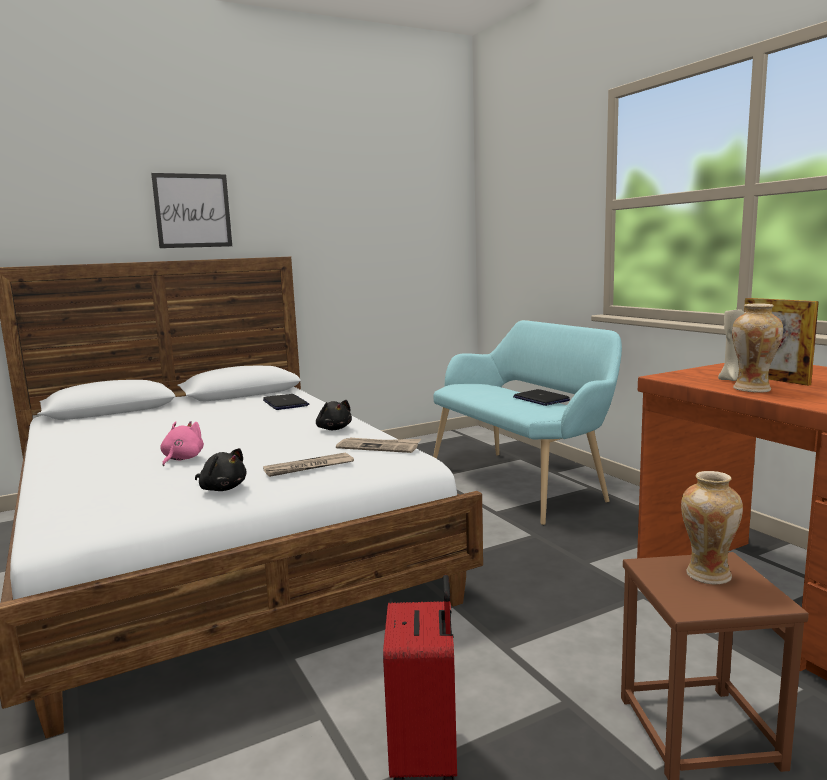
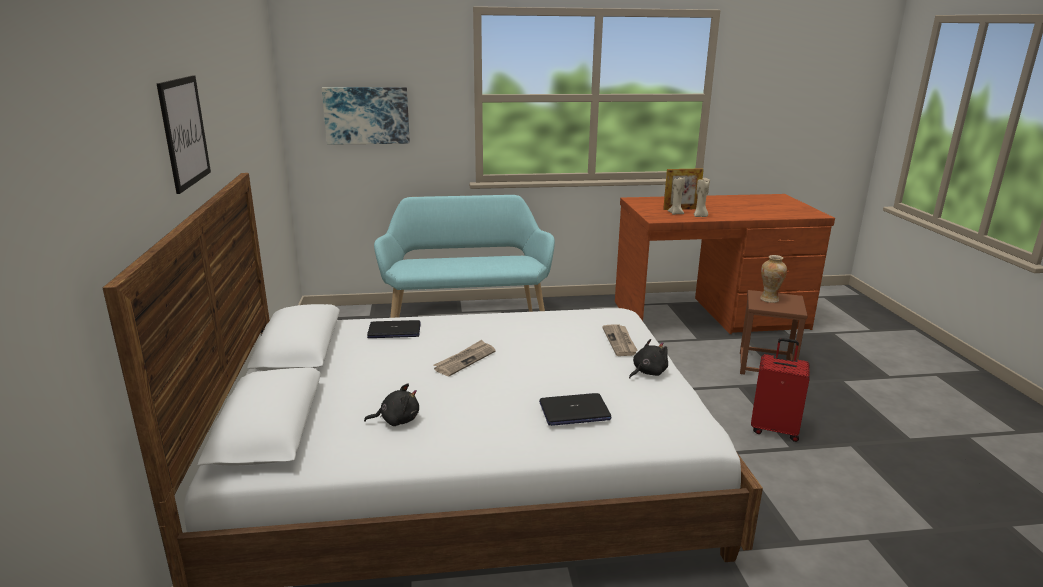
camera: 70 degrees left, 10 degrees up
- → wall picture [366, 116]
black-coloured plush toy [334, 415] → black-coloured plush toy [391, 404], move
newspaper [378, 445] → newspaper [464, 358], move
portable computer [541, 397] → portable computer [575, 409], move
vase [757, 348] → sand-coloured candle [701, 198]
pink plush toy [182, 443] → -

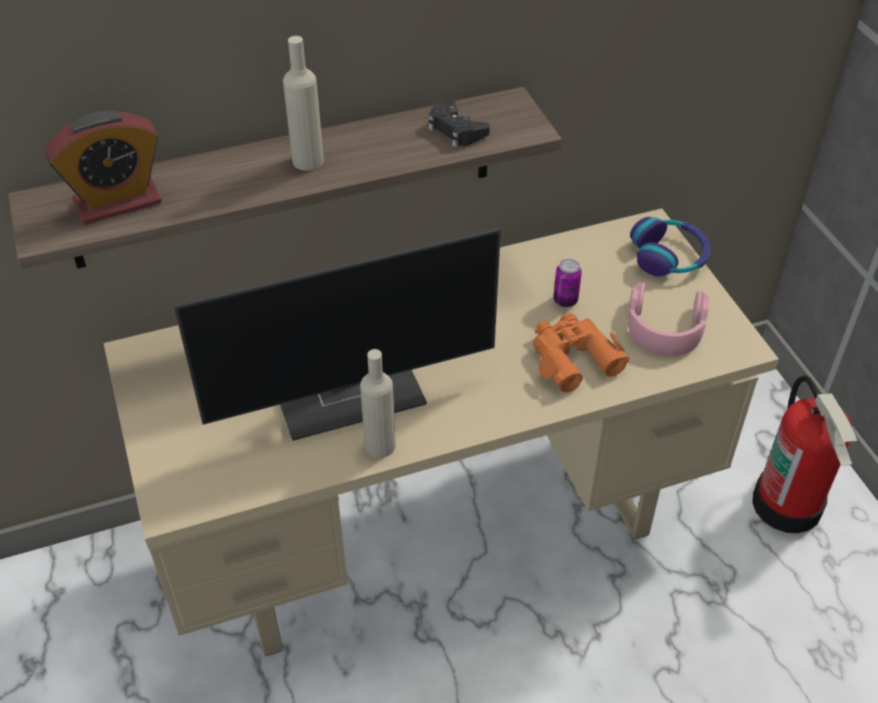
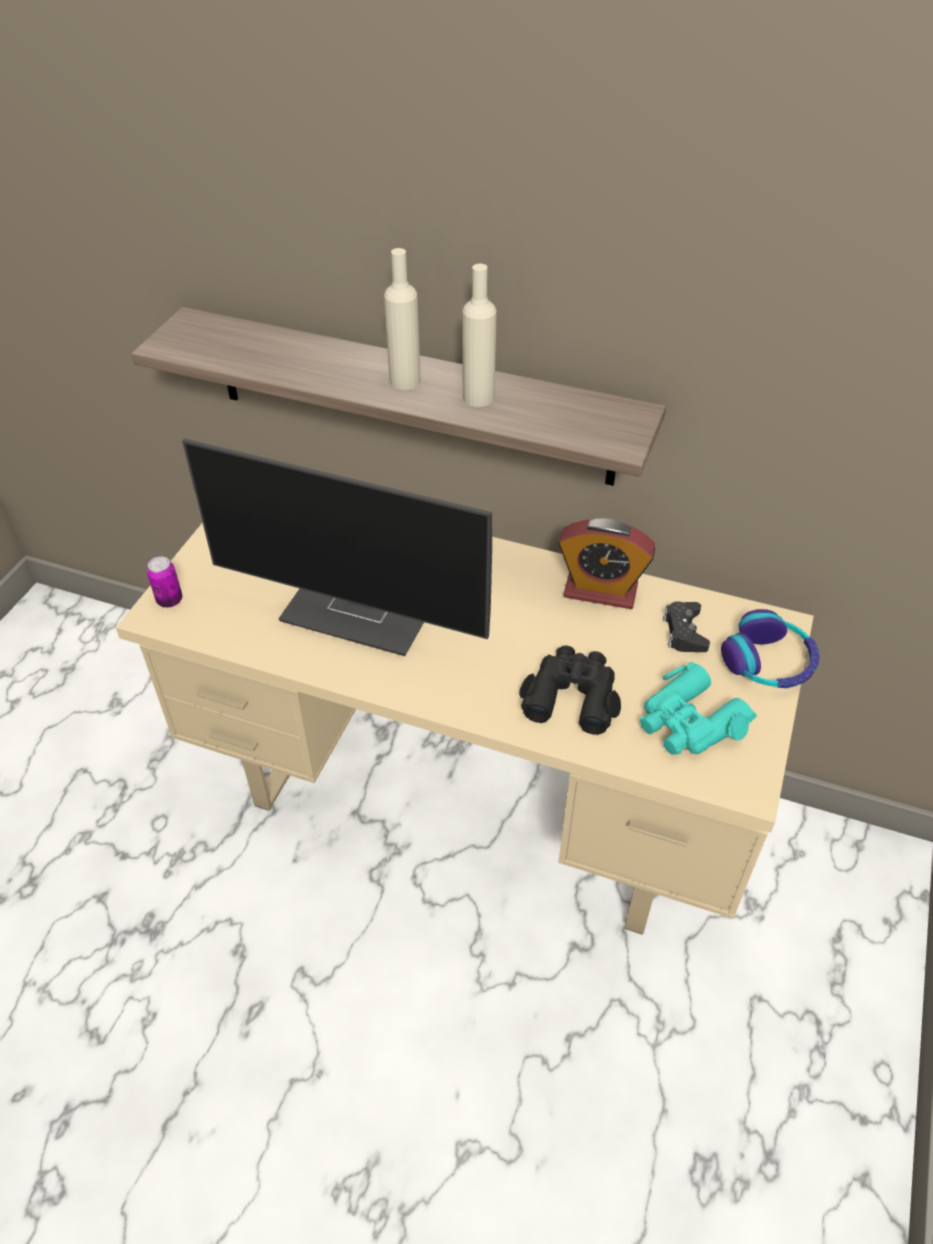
camera: 40 degrees right, 0 degrees up
metal can [567, 283] → metal can [164, 582], move
sand-coloured beverage bottle [378, 403] → sand-coloured beverage bottle [479, 335], move
orangey field glasses [581, 353] → black-coloured field glasses [570, 690]
table clock [103, 168] → table clock [606, 564], move
pink headset [669, 319] → turquoise-coloured field glasses [698, 708]
black-coloured gamepad [459, 123] → black-coloured gamepad [686, 626], move
fire-fighting cylinder [805, 454] → -

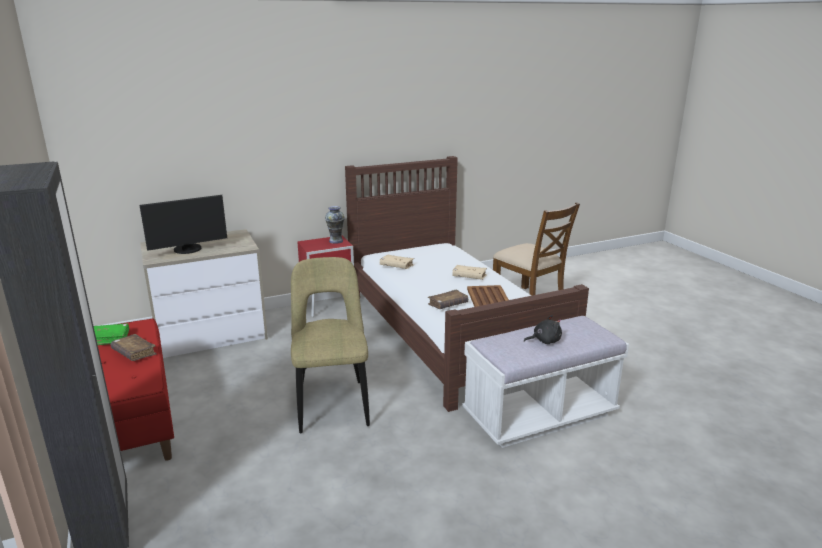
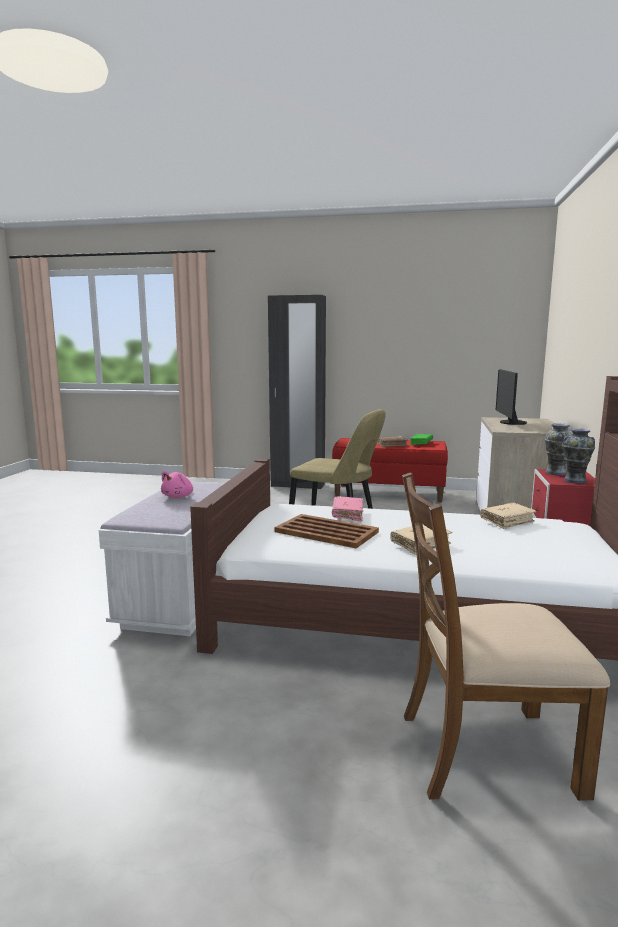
camera: 125 degrees right, 10 degrees down
black-coloured plush toy [543, 329] → pink plush toy [177, 484]
brownish bound book [448, 299] → pink bound book [347, 509]
- → vase [558, 449]

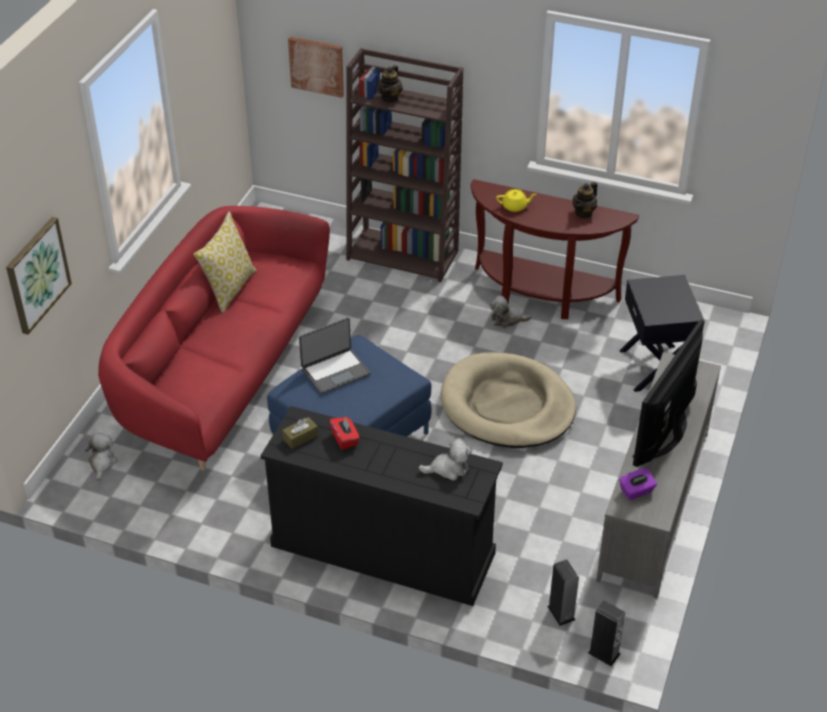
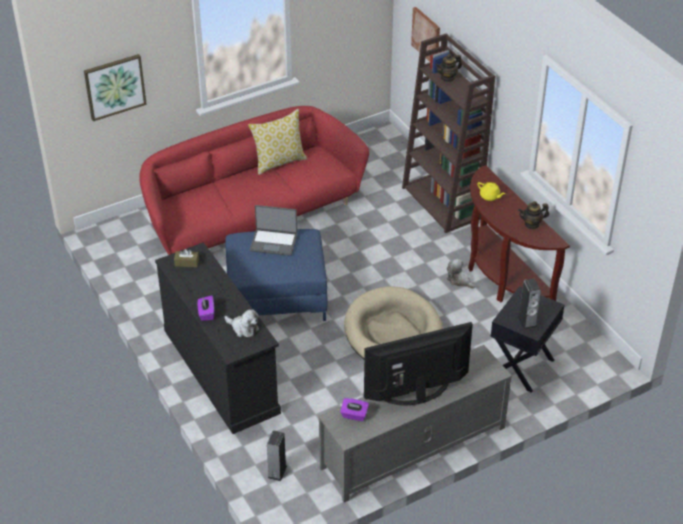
camera: 40 degrees right, 0 degrees up
- → purple-coloured tissue box [206, 308]
audio speaker [606, 633] → audio speaker [529, 304], move
plush toy [101, 457] → -
red-coloured tissue box [344, 433] → -

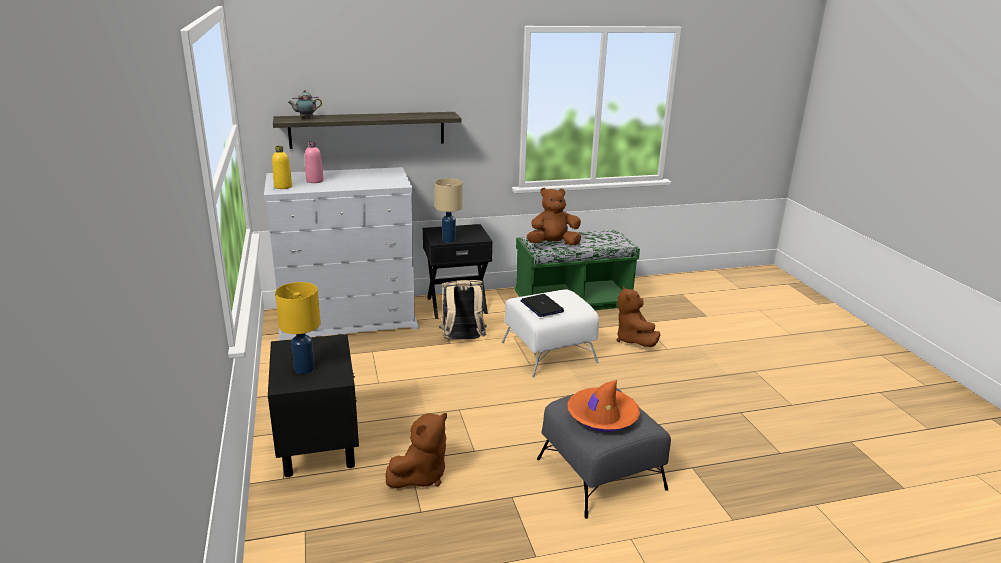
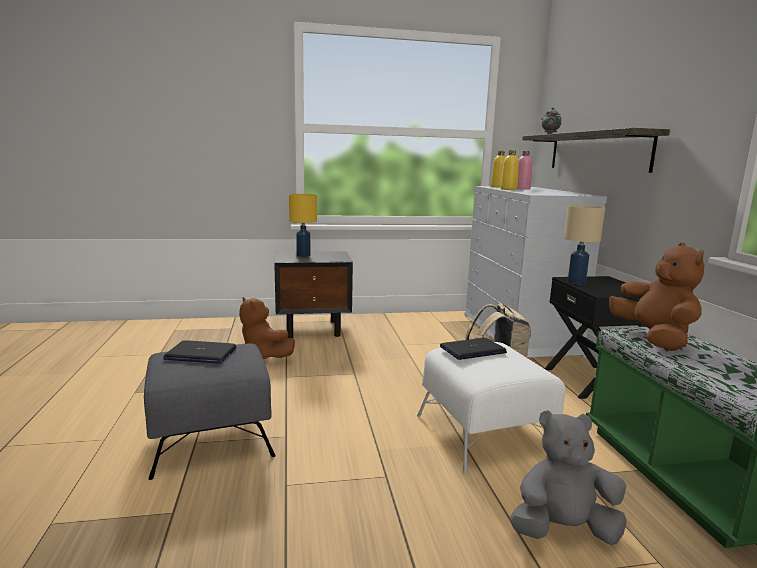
camera: 95 degrees right, 10 degrees down
orangey clothing hat [603, 406] → portable computer [199, 352]
- → yellow-coloured beverage bottle [510, 170]
brownish plush toy [638, 316] → greyish plush toy [568, 477]

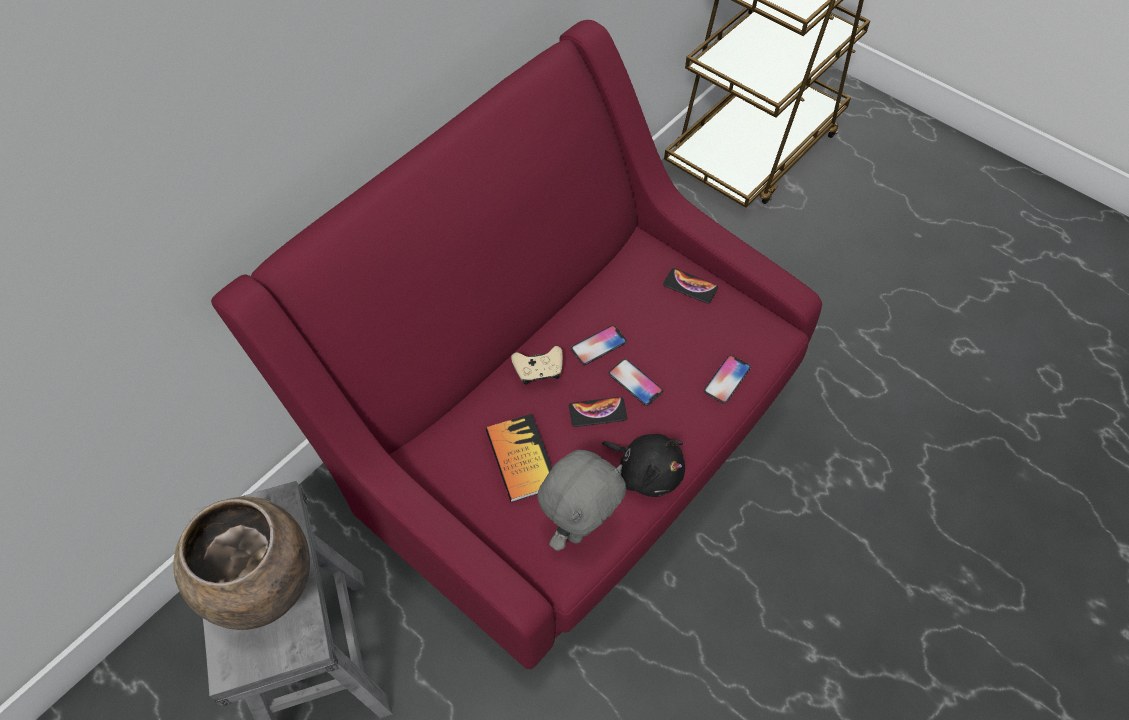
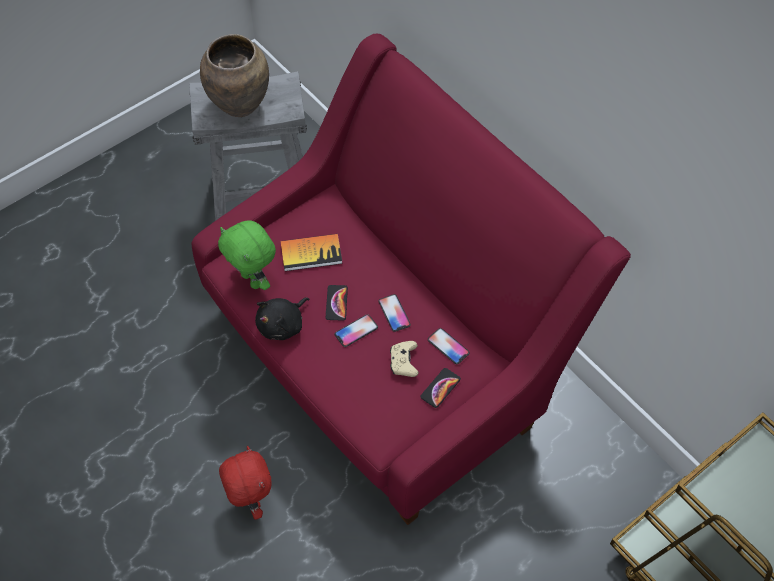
camera: 100 degrees right, 0 degrees up
greyish plush toy [581, 500] → green plush toy [247, 255]
- → red-coloured plush toy [245, 483]
sand-coloured gamepad [537, 365] → sand-coloured gamepad [404, 359], move
handset [727, 379] → handset [449, 346], move

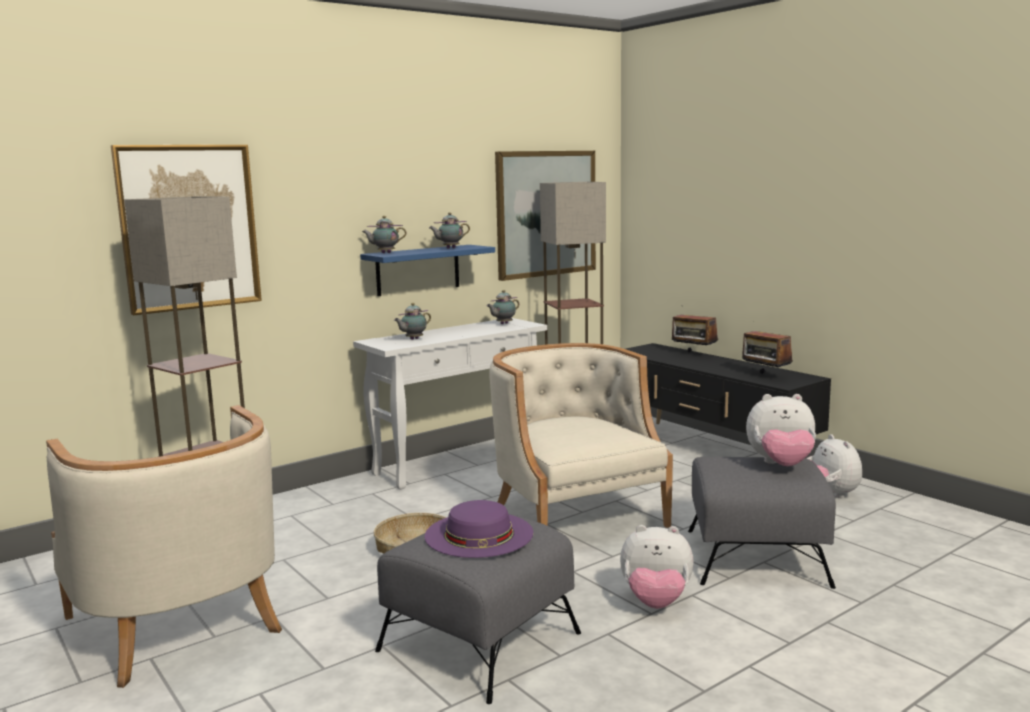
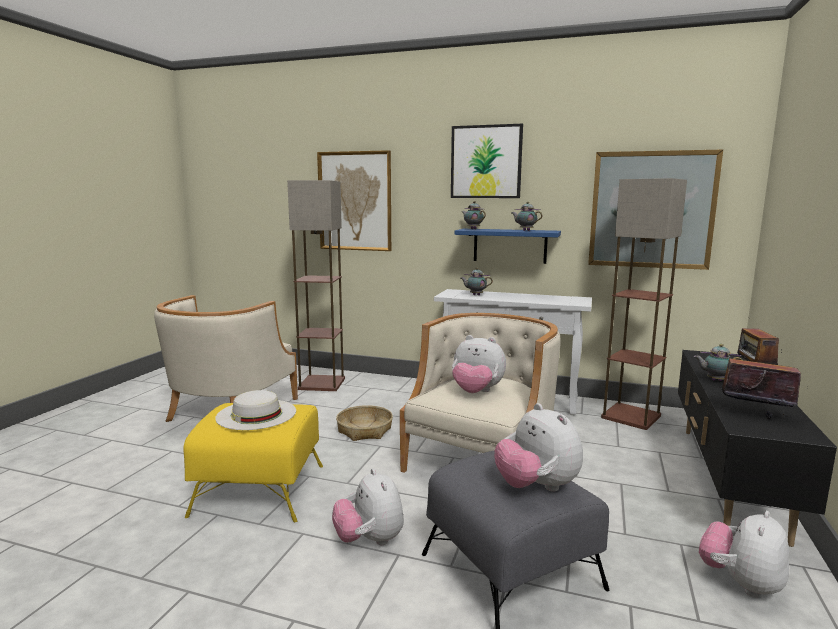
camera: 55 degrees right, 0 degrees up
greyish pouffe [478, 608] → yellow-coloured pouffe [253, 462]
purple-coloured clothing hat [479, 529] → whitish clothing hat [255, 410]
- → wall picture [487, 161]
- → plush toy [479, 364]
pot for tea [503, 307] → pot for tea [718, 362], move
radio receiver [767, 347] → radio receiver [763, 384], 90 degrees clockwise

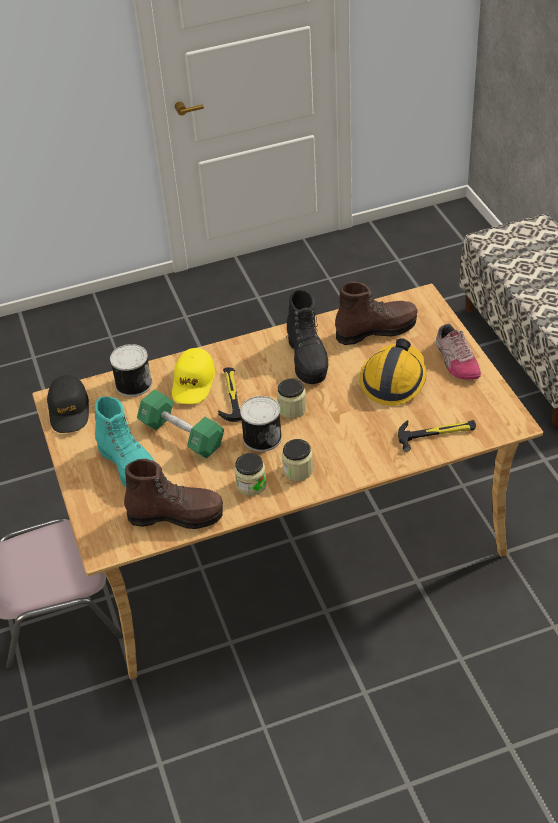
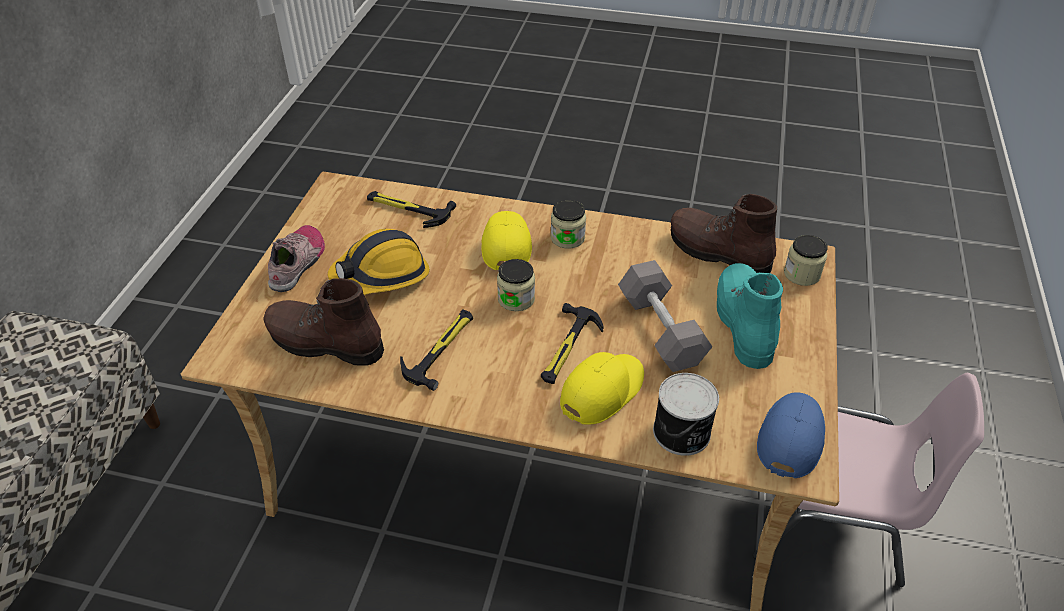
camera: 150 degrees left, 0 degrees up
black-coloured boot [307, 336] → hand hammer [436, 350]
- → yellow-coloured cap [506, 240]
green dumbbell [180, 424] → greyish dumbbell [665, 316]
black-coloured cap [68, 404] → blue-coloured cap [791, 435]
storage jar [250, 474] → storage jar [805, 260], move
metal can [261, 424] → -

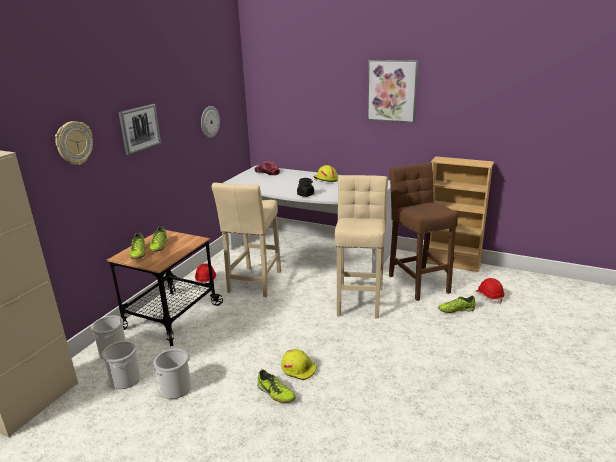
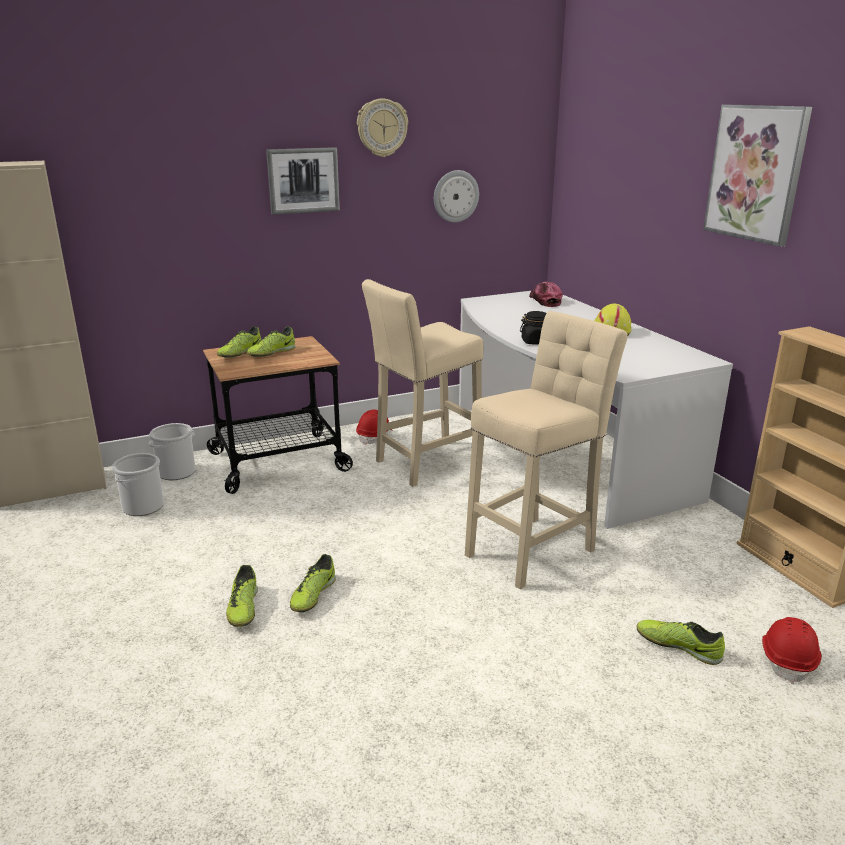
camera: 40 degrees right, 0 degrees up
yellow-coloured hard hat [299, 365] → shoe [313, 583]
clock on the wall [74, 143] → clock on the wall [382, 128], move
bucket [172, 374] → -
brownish stool seat [423, 232] → -

